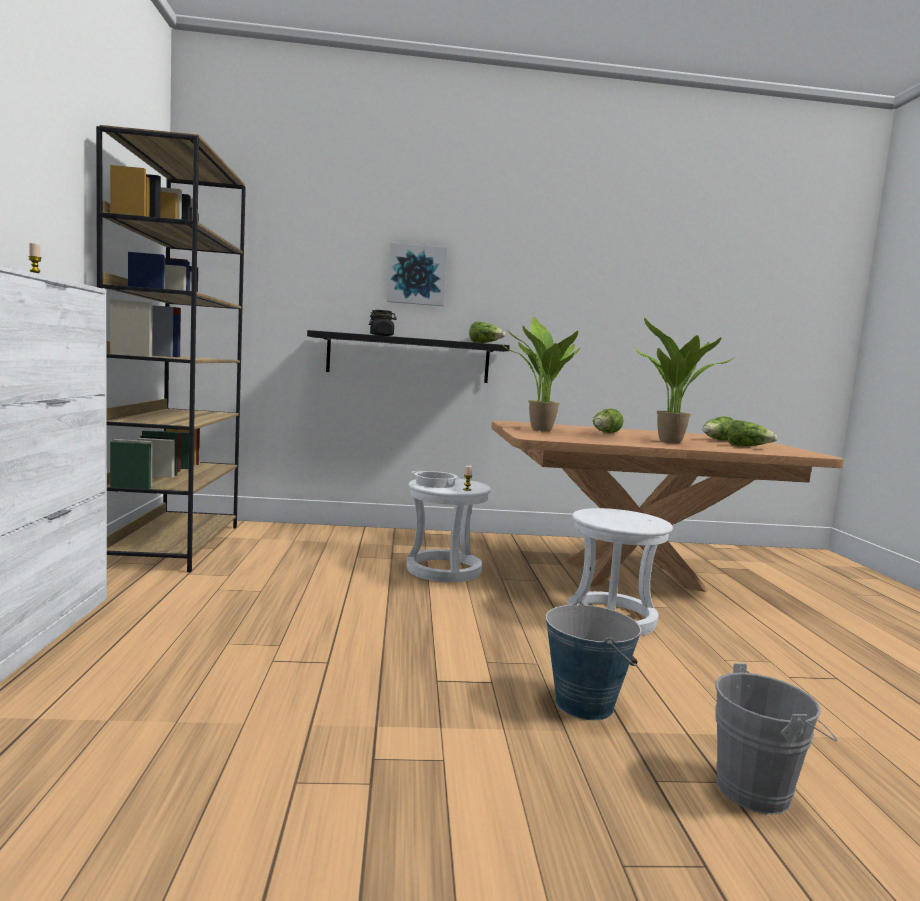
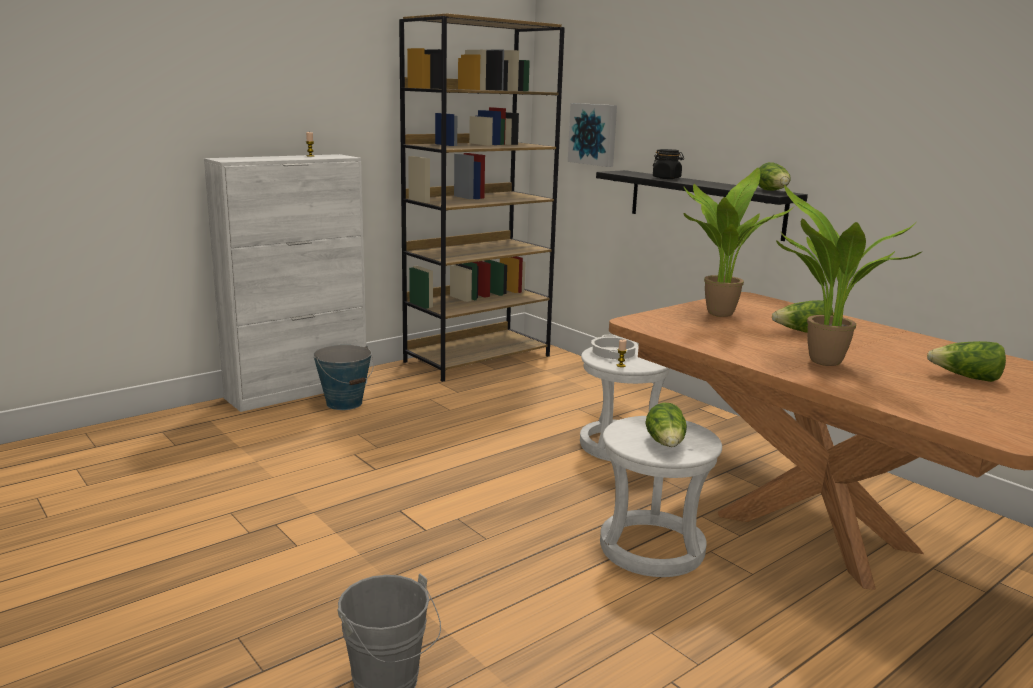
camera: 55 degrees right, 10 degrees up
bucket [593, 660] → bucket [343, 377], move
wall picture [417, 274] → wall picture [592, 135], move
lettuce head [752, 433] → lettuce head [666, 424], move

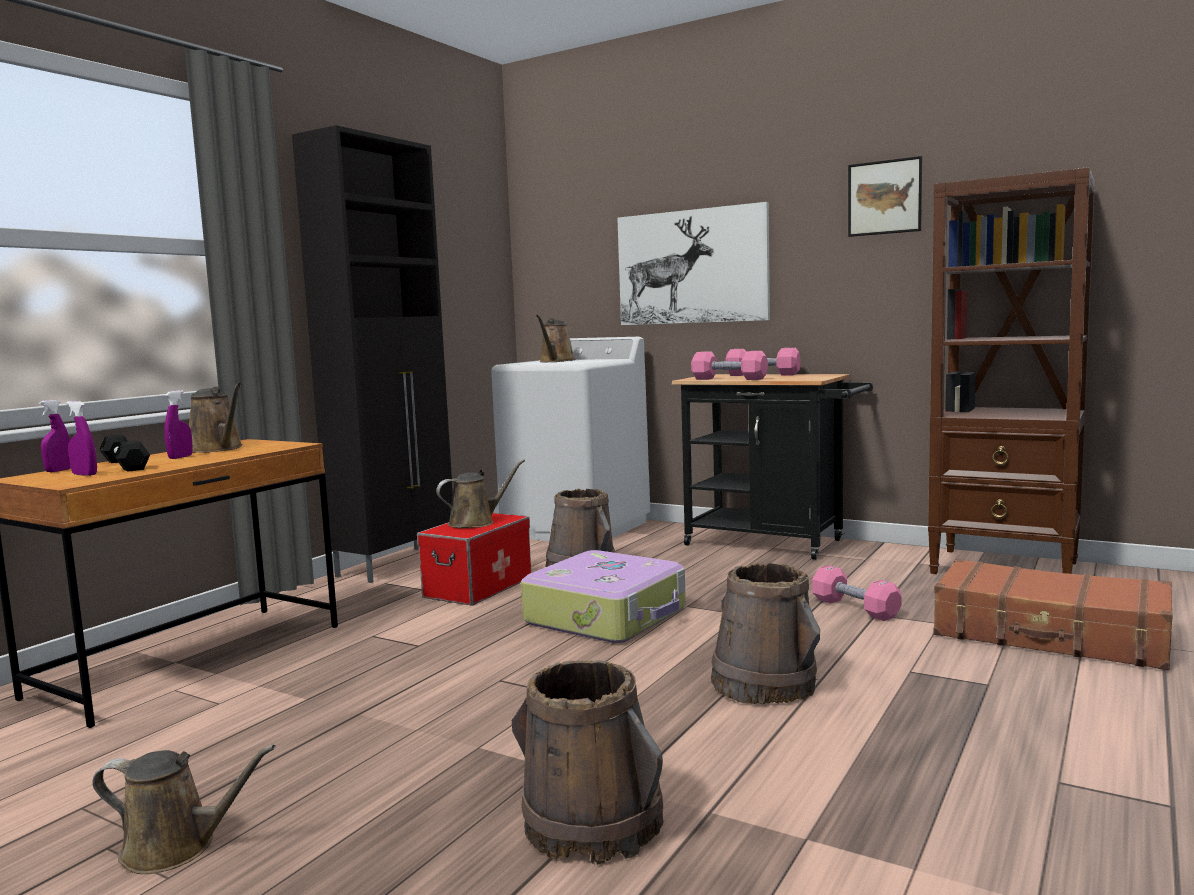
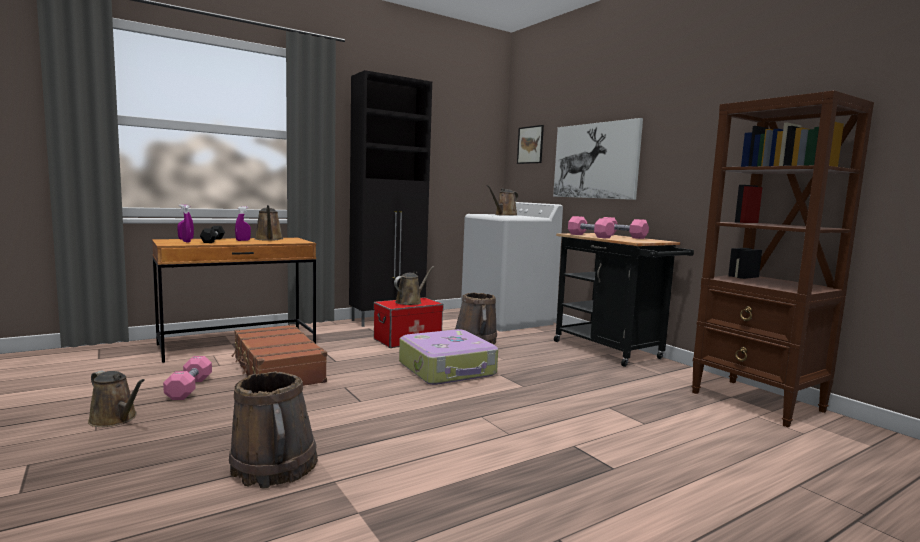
camera: 25 degrees right, 0 degrees up
pink dumbbell [857, 593] → pink dumbbell [187, 378], move
brownish travel case [1053, 614] → brownish travel case [279, 355], move
brownish sprinkling can [480, 493] → brownish sprinkling can [414, 285], 45 degrees counterclockwise
wall picture [885, 196] → wall picture [530, 144], move
brownish bucket [765, 633] → -

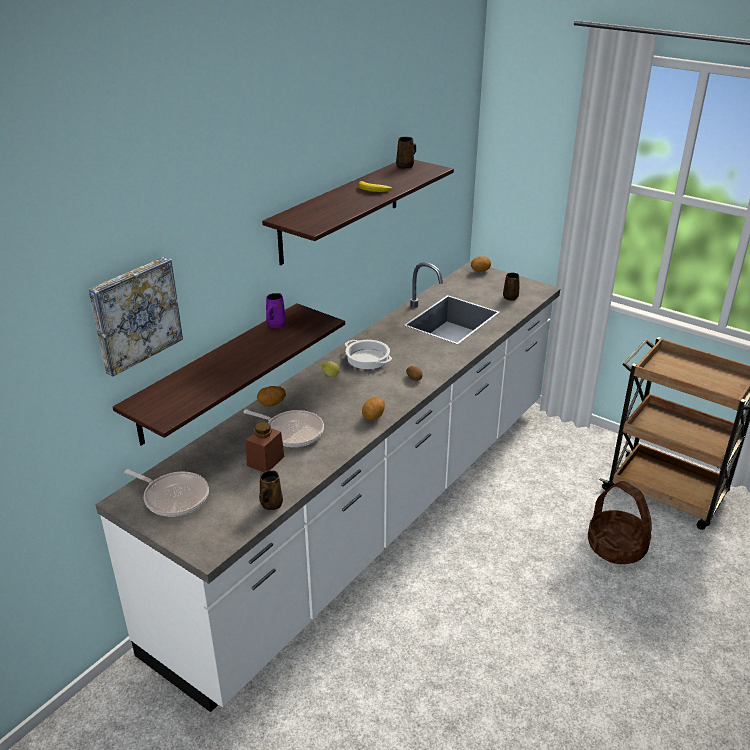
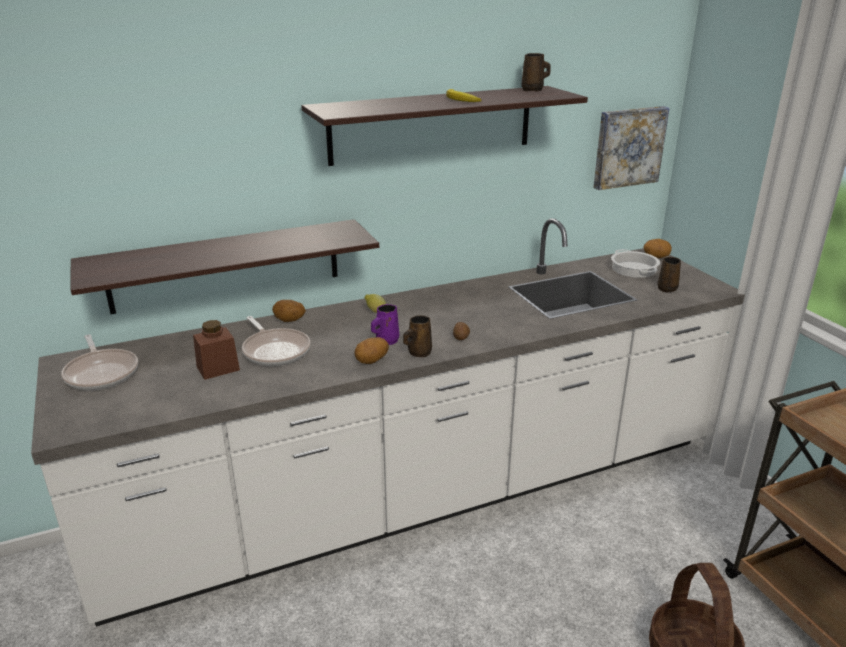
camera: 30 degrees right, 5 degrees down
purple-coloured mug [276, 310] → purple-coloured mug [385, 324], move
brownish mug [271, 490] → brownish mug [417, 336], move
wall picture [135, 317] → wall picture [631, 148], move
stockpot [368, 354] → stockpot [635, 263], move

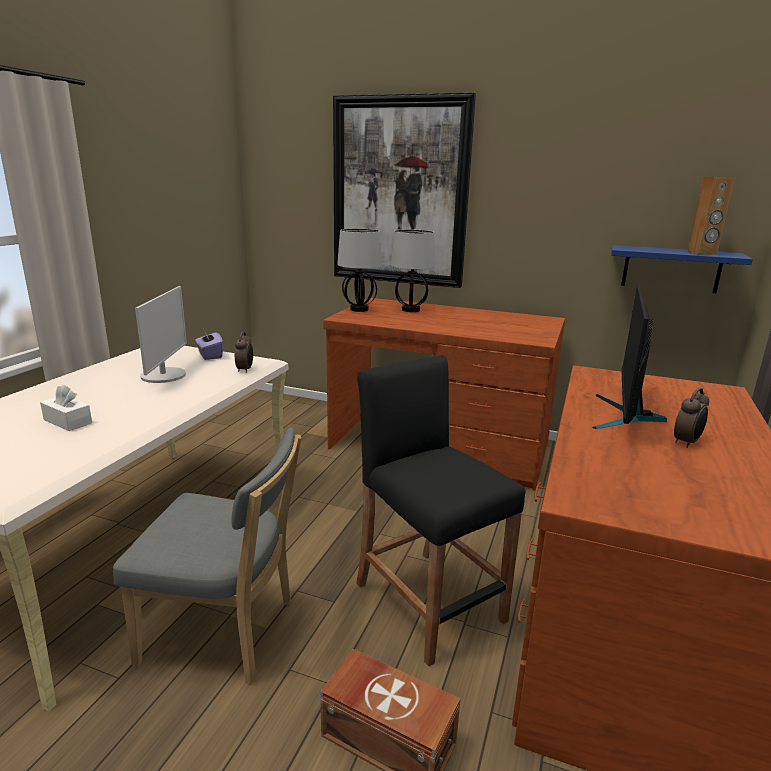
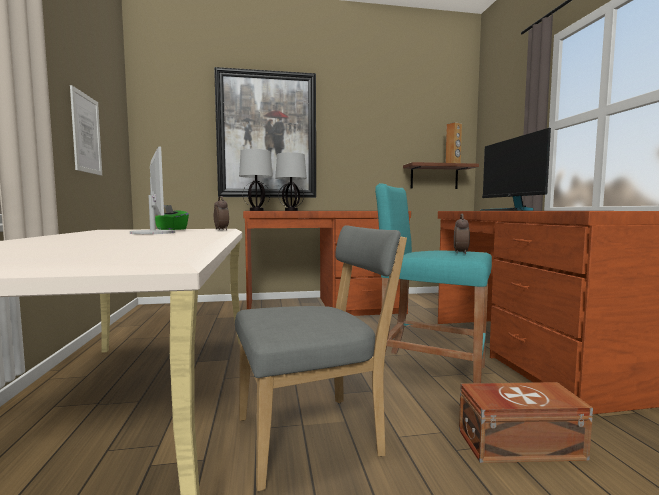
camera: 30 degrees left, 15 degrees down
- → wall picture [86, 130]
purple-coloured tissue box [209, 344] → green tissue box [172, 217]
black-coloured stool seat [440, 510] → turquoise-coloured stool seat [433, 283]
blue-coloured bracket shelf [682, 269] → brownish bracket shelf [441, 175]
table clock [691, 418] → table clock [462, 234], move
whitish tissue box [66, 408] → -

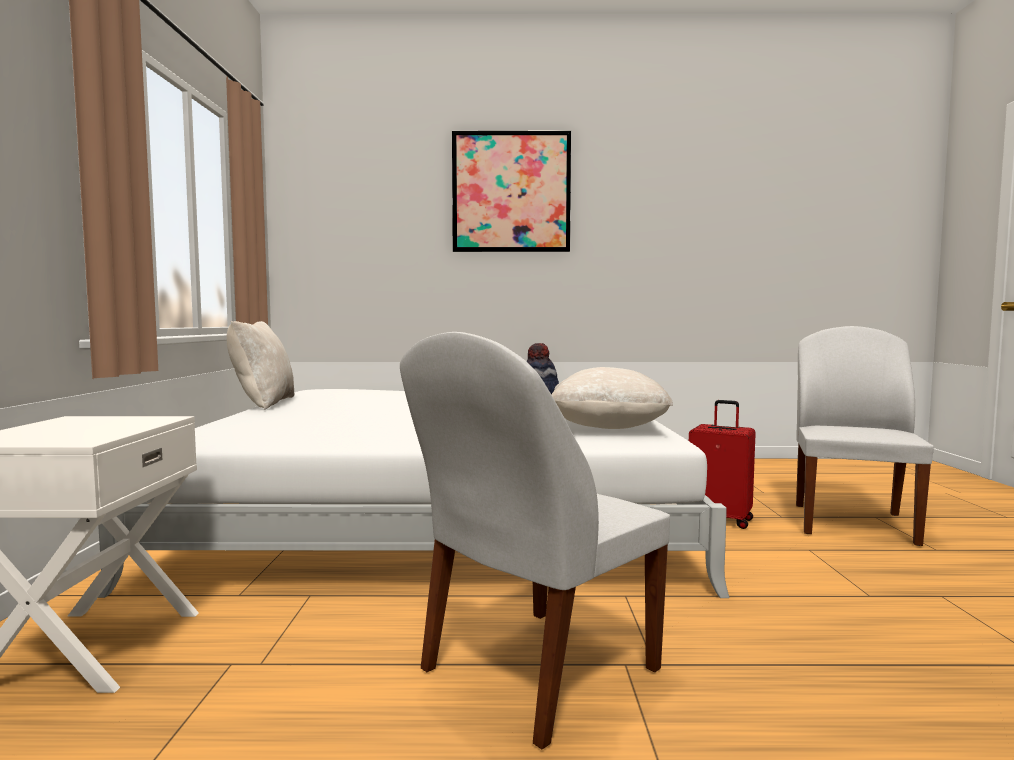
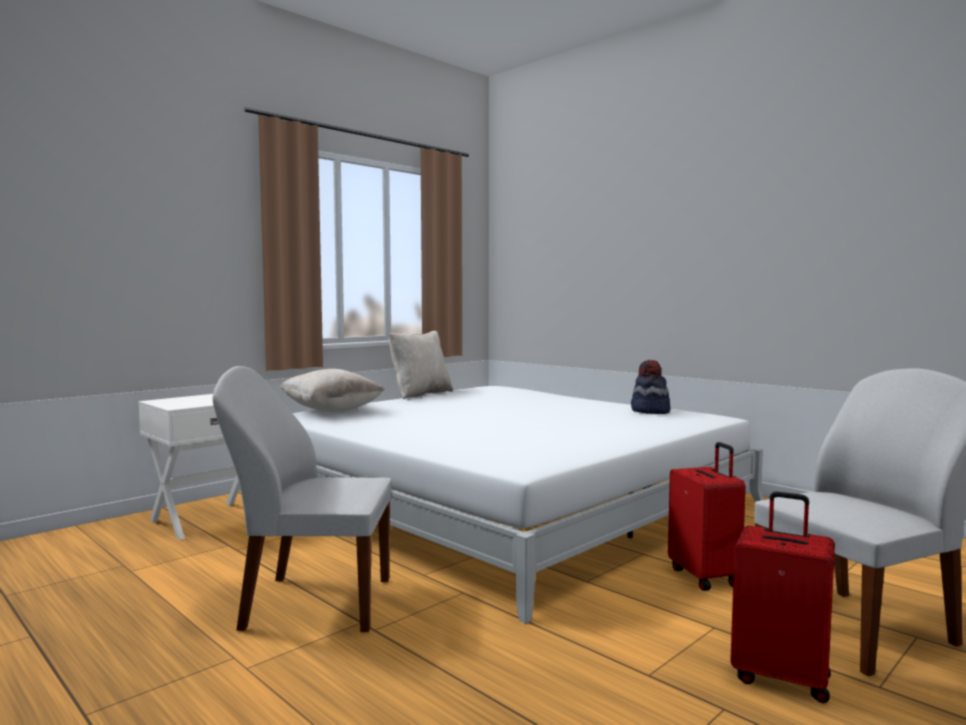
camera: 45 degrees right, 0 degrees up
sand-coloured pillow [612, 398] → sand-coloured pillow [332, 390], move
- → red-coloured travel case [782, 597]
wall picture [511, 191] → -

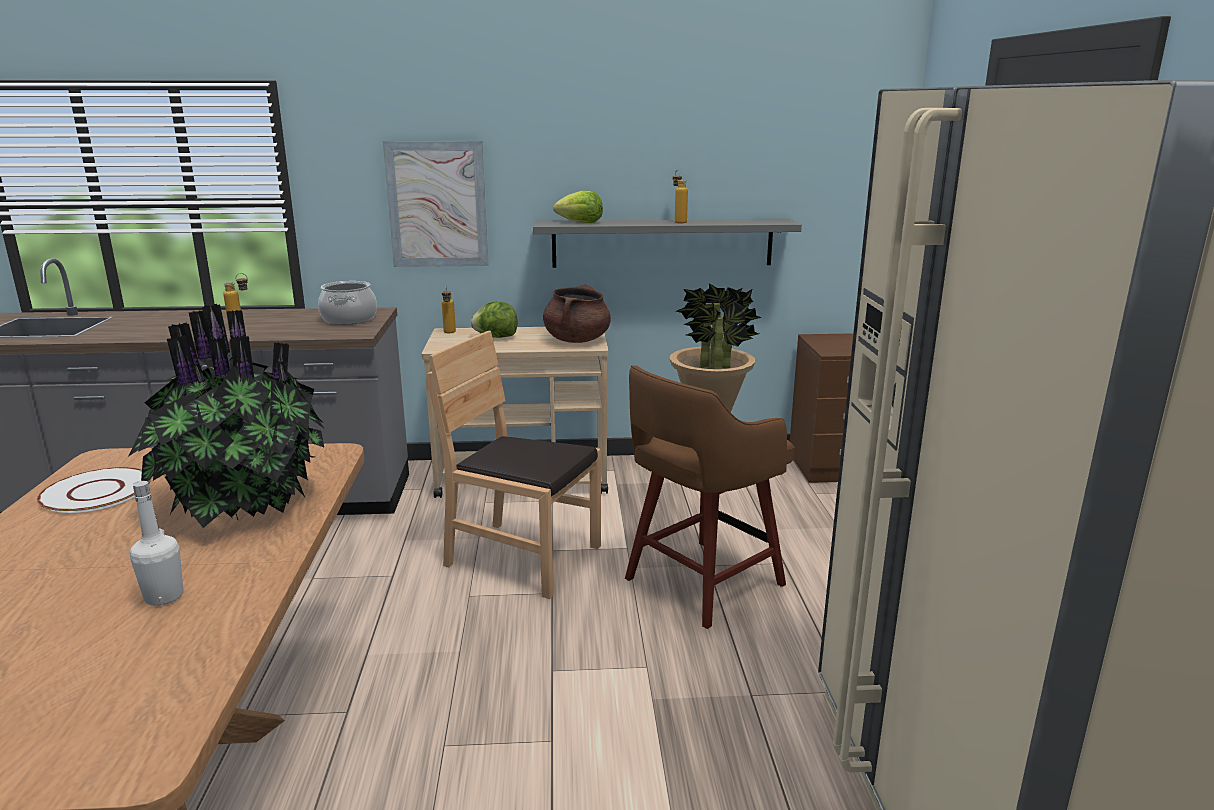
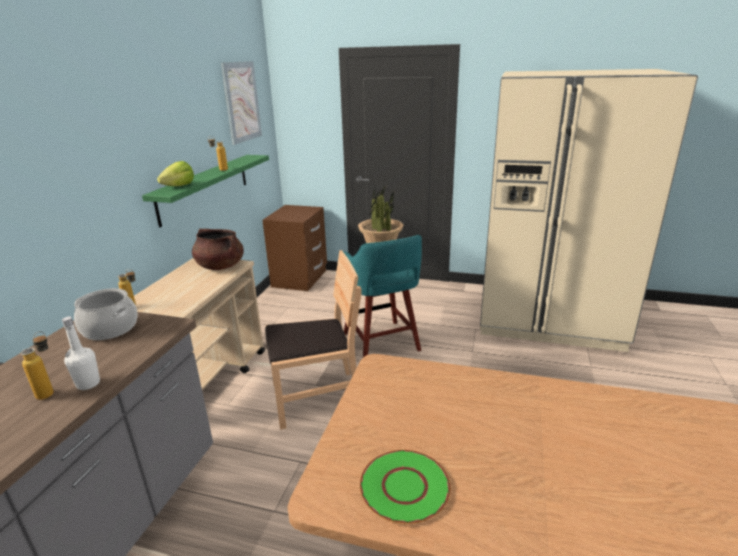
camera: 70 degrees left, 5 degrees up
whitish beverage bottle [156, 543] → whitish beverage bottle [81, 353], move
greyish bracket shelf [667, 243] → green bracket shelf [205, 191]
wall picture [436, 204] → wall picture [241, 103], move
brownish chair [514, 464] → brownish chair [313, 340], 150 degrees counterclockwise
brownish stool seat [709, 497] → turquoise-coloured stool seat [382, 296]
whitish plate [94, 490] → green plate [405, 487]
potted plant [226, 416] → -
lettuce head [494, 319] → -

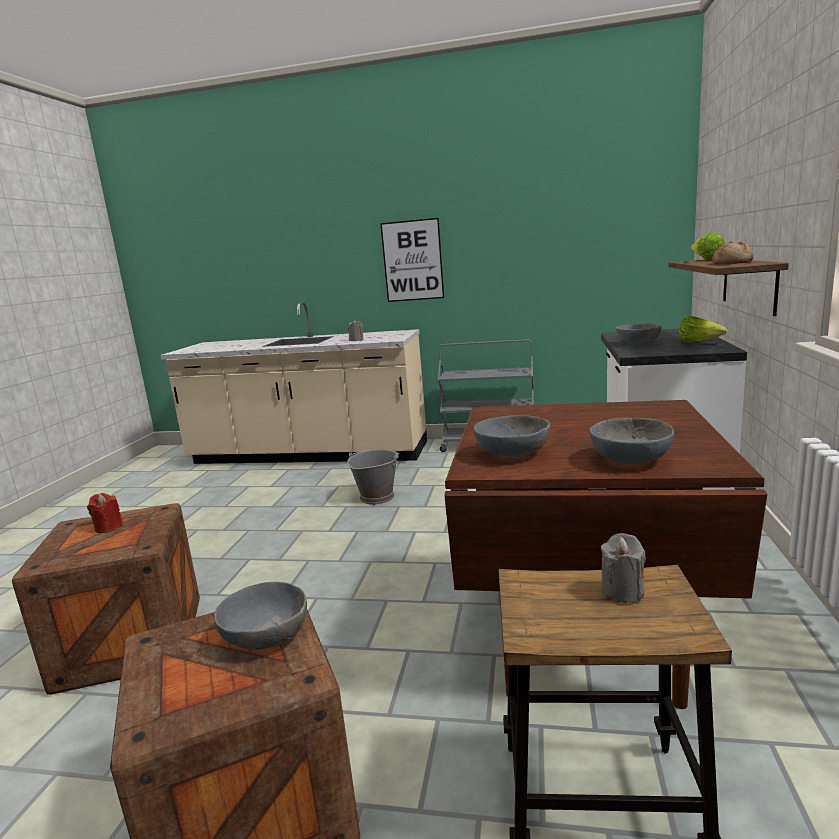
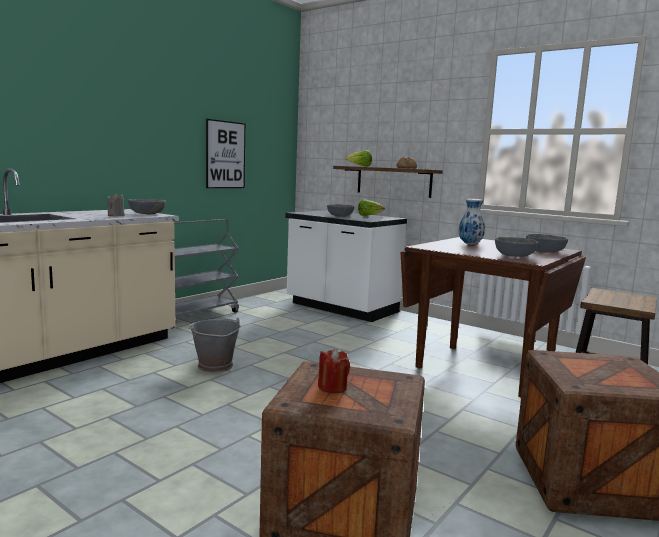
camera: 65 degrees left, 5 degrees down
greyish serving bowl [260, 616] → greyish serving bowl [147, 206], move
wall picture [412, 260] → wall picture [225, 153], move
- → vase [471, 222]
greyish candle [623, 568] → -

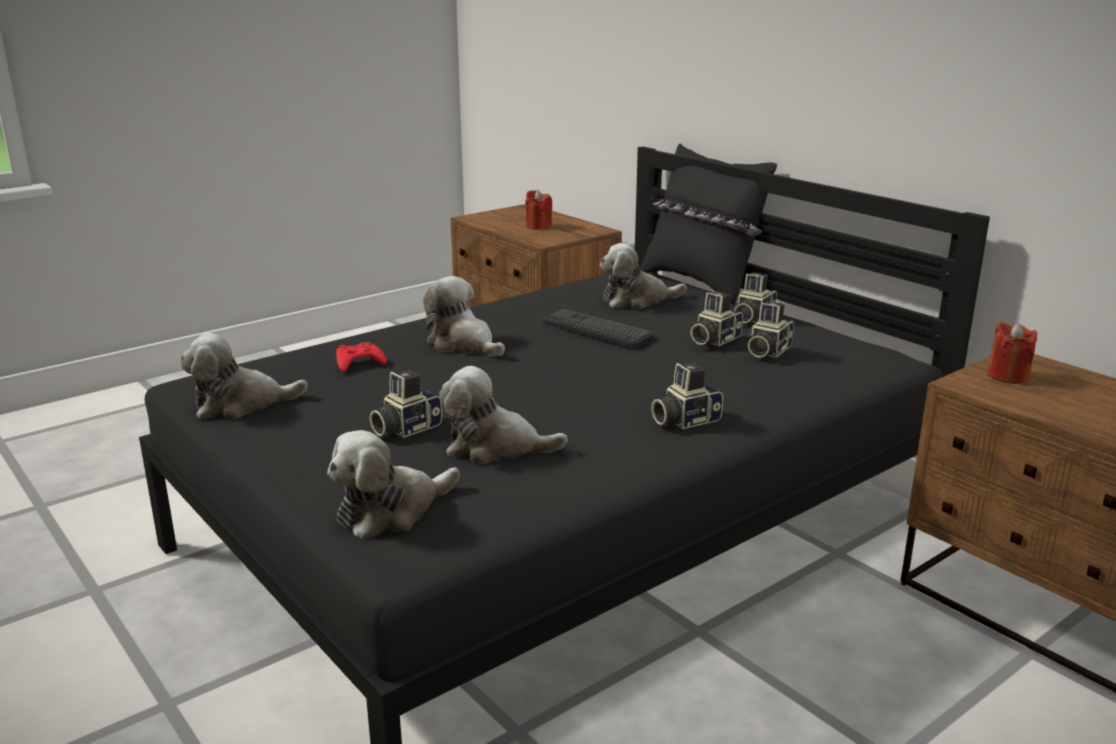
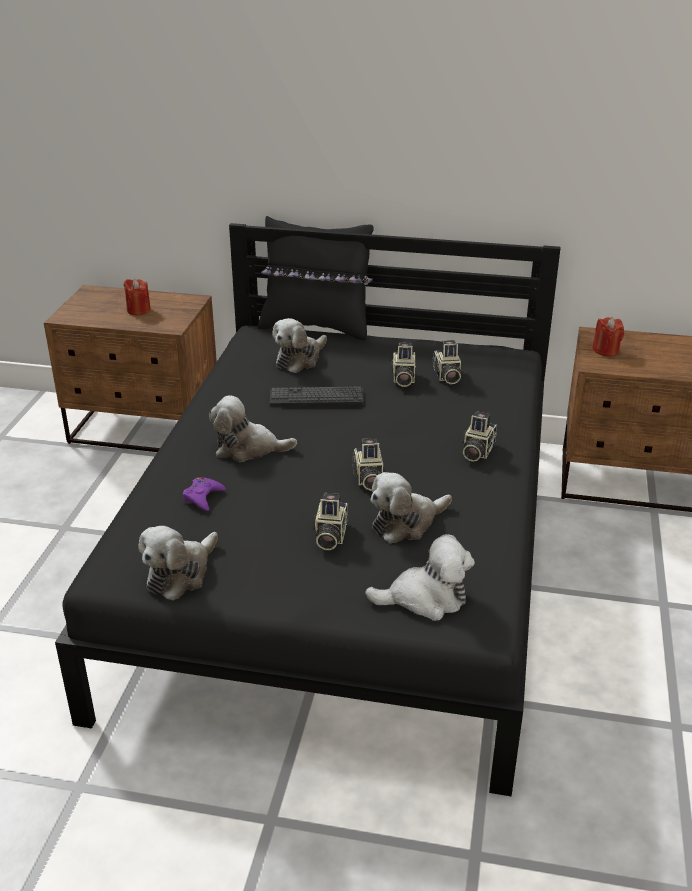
camera: 40 degrees left, 10 degrees up
red-coloured gamepad [361, 357] → purple-coloured gamepad [204, 494]
photo camera [755, 298] → photo camera [367, 464], move
plush toy [393, 484] → plush toy [420, 577], 105 degrees counterclockwise

